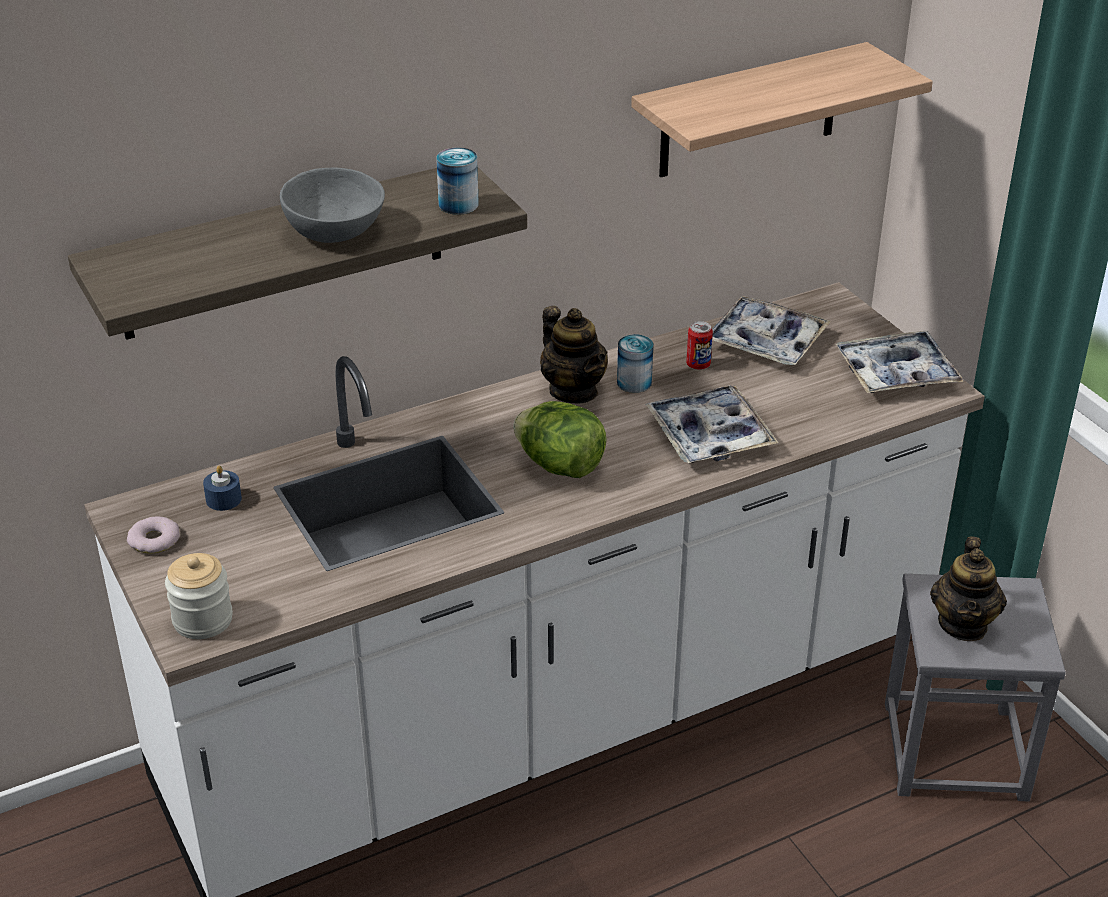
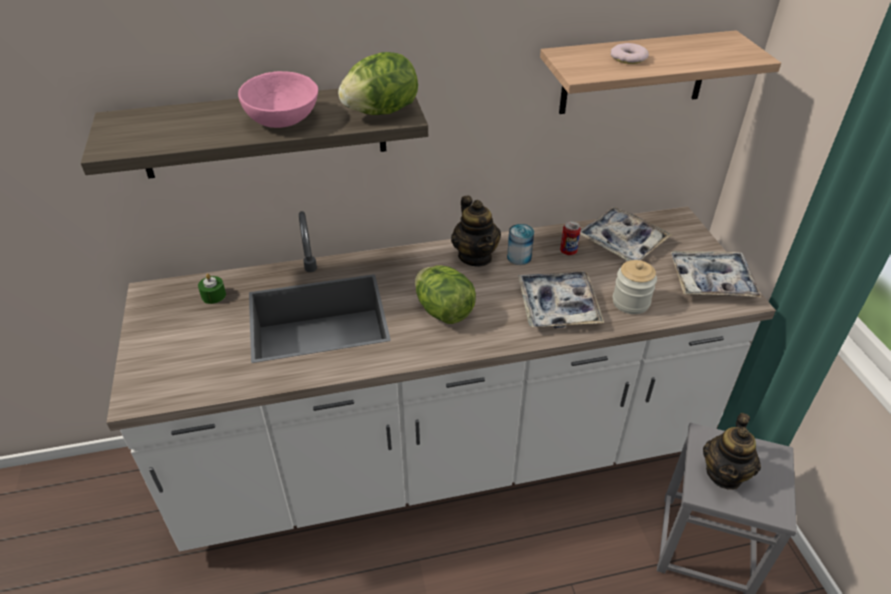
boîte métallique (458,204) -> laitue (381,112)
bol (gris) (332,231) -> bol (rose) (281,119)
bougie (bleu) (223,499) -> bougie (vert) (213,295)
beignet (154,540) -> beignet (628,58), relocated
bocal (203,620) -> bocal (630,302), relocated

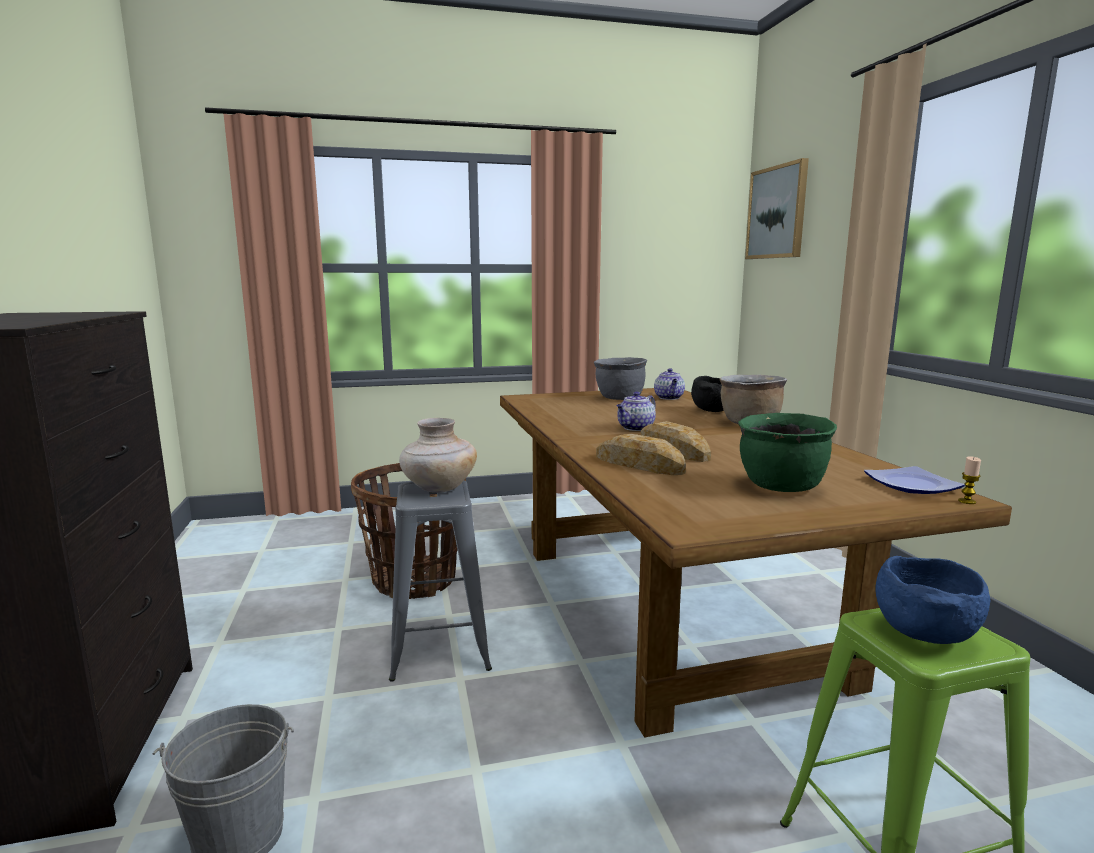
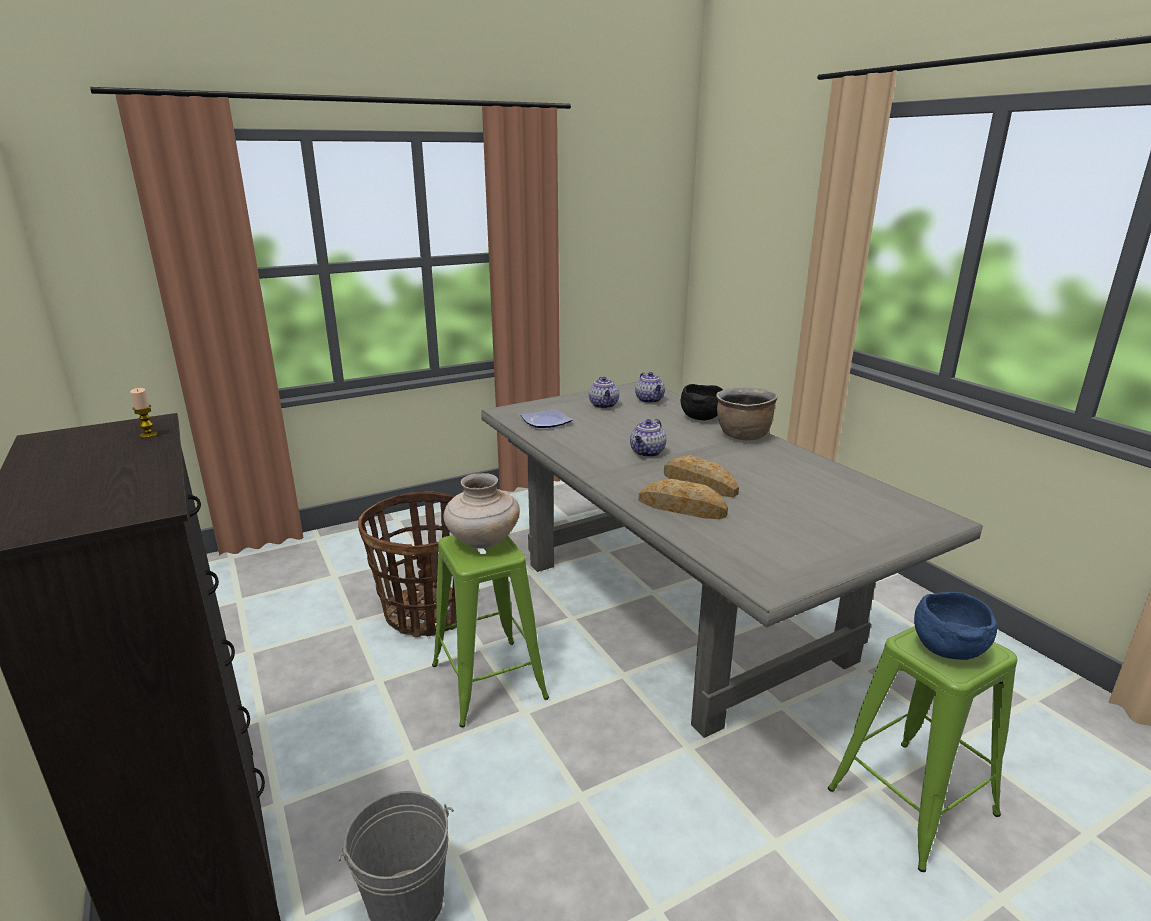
tableau (777,212) -> none
marmite (gris) (619,398) -> théière (604,405)
table à manger (marron) (669,610) -> table à manger (gris) (678,609)
marmite (vert) (781,487) -> none
bougie (967,501) -> bougie (148,435), relocated
assiette (909,485) -> assiette (545,422), relocated
tabouret (gris) (439,646) -> tabouret (vert) (488,682)

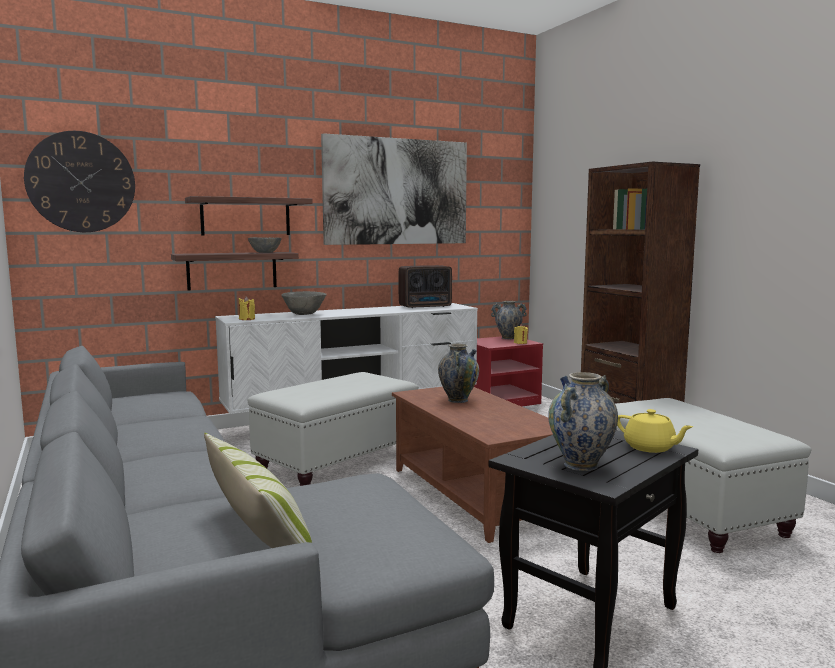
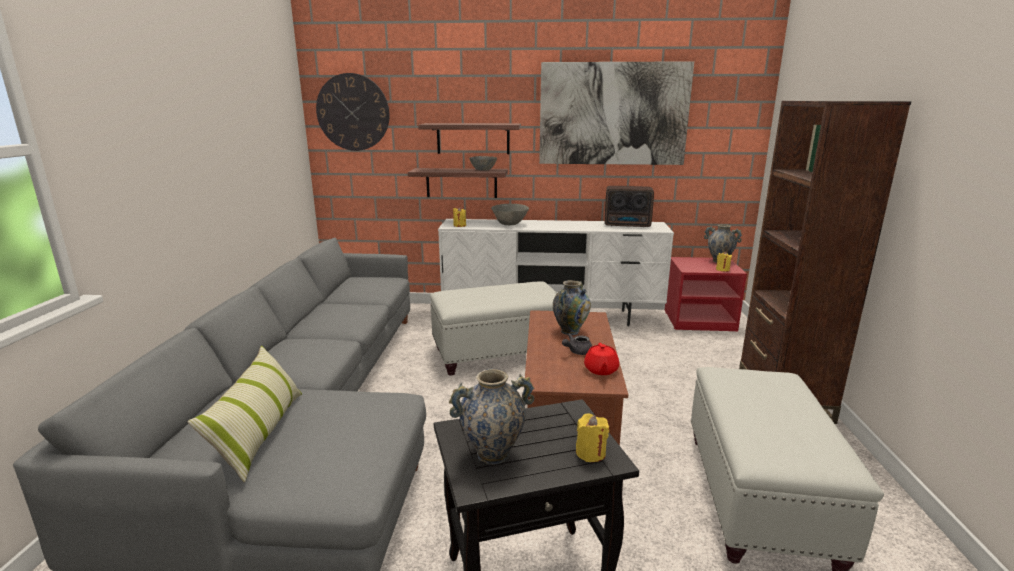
théière (jaune) (650,448) -> bougie (jaune) (590,453)
none -> théière (gris) (577,352)
none -> théière (rouge) (601,370)

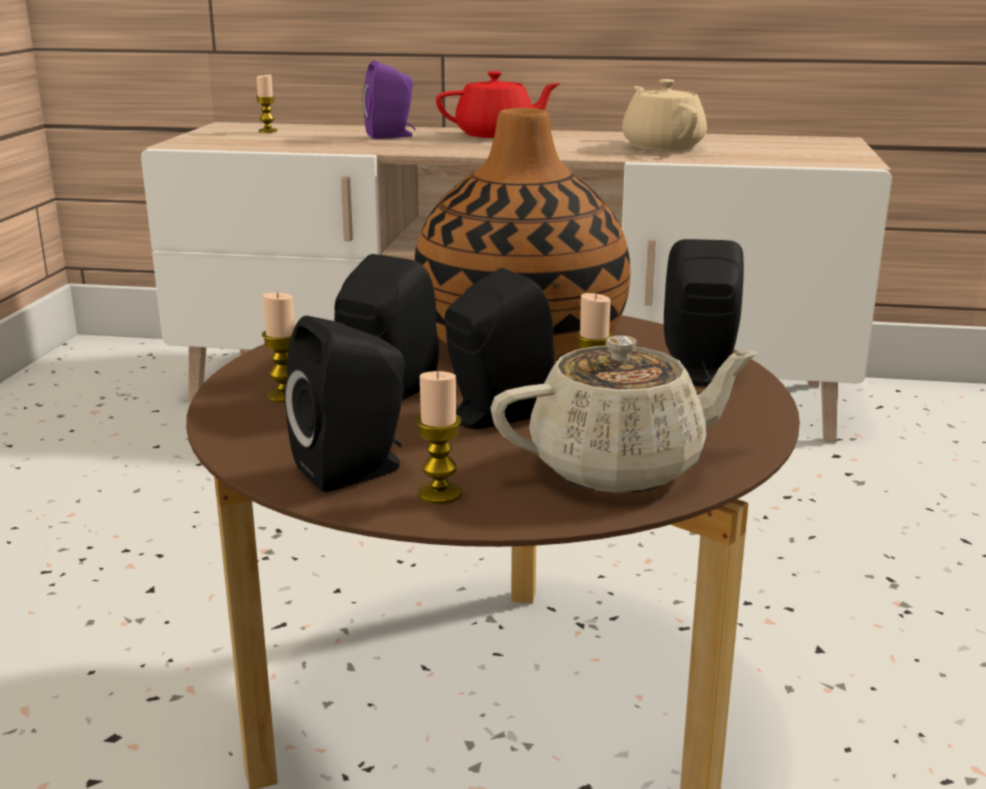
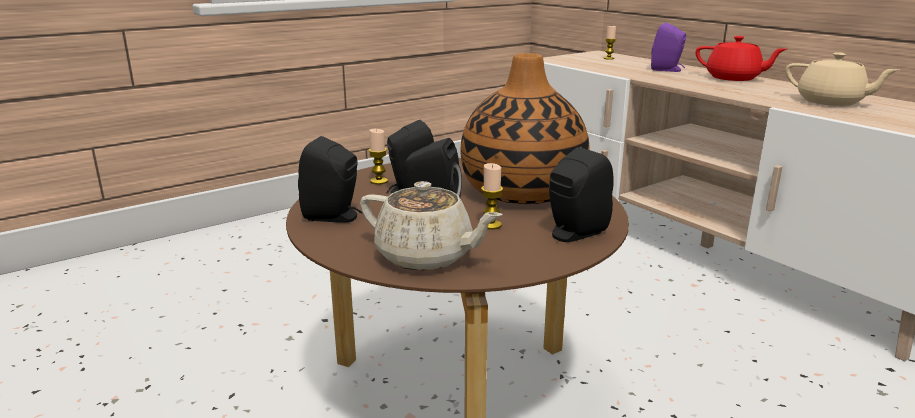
théière (beige) (662,146) -> théière (beige) (831,102), 105 degrees clockwise
bougie (440,494) -> none

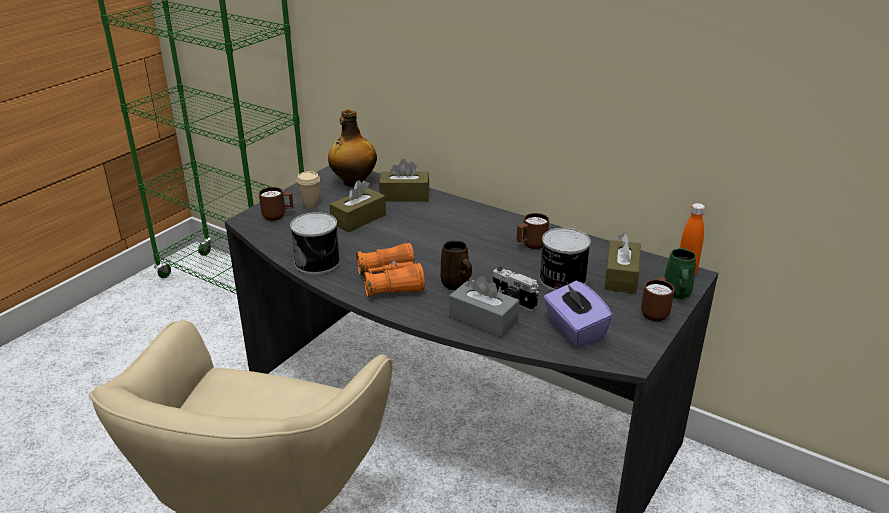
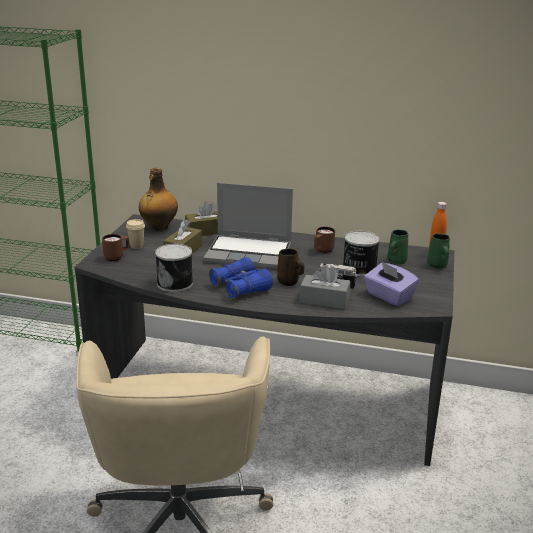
boîte à mouchoirs (marron) (621,276) -> mug (vert) (396,261)
jumelles (orange) (390,281) -> jumelles (bleu) (240,287)
mug (marron) (655,312) -> none
none -> ordinateur portable (250,253)

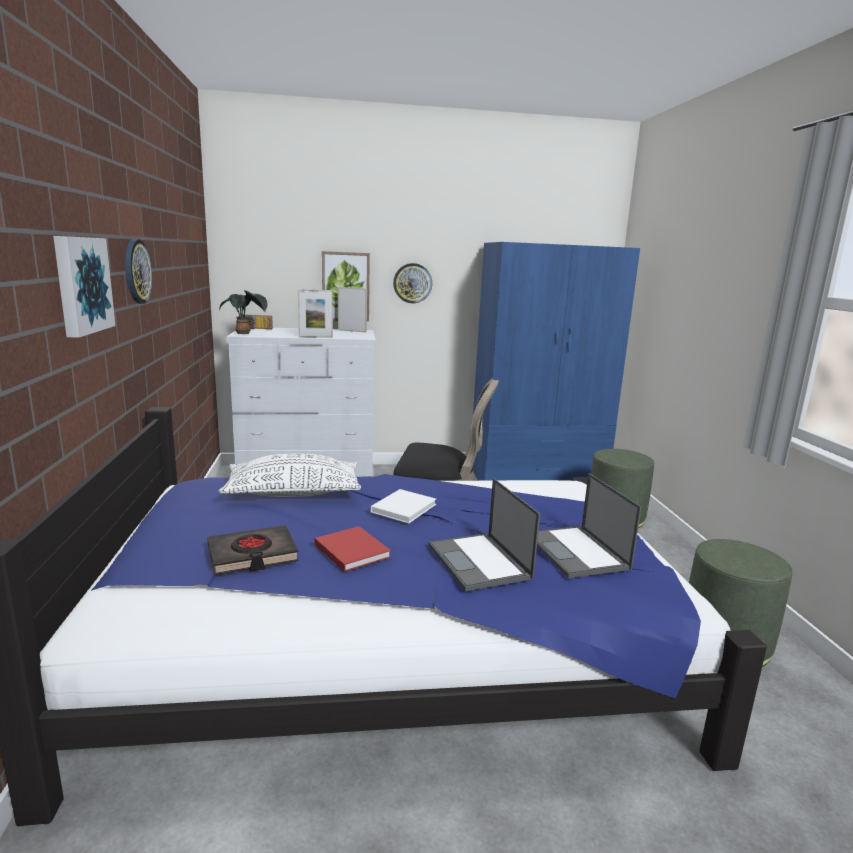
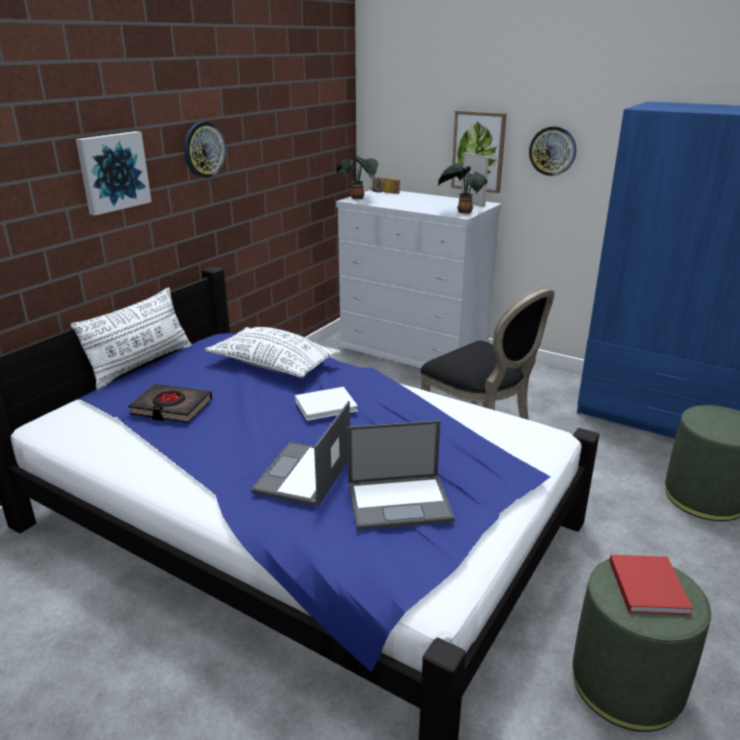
cadre photo (315,337) -> none
ordinateur portable (577,552) -> ordinateur portable (400,501), 120 degrees counterclockwise
livre (rouge) (351,550) -> livre (rouge) (647,584), relocated
none -> plante en pot (462,212)
none -> coussin (blanc) (141,364)

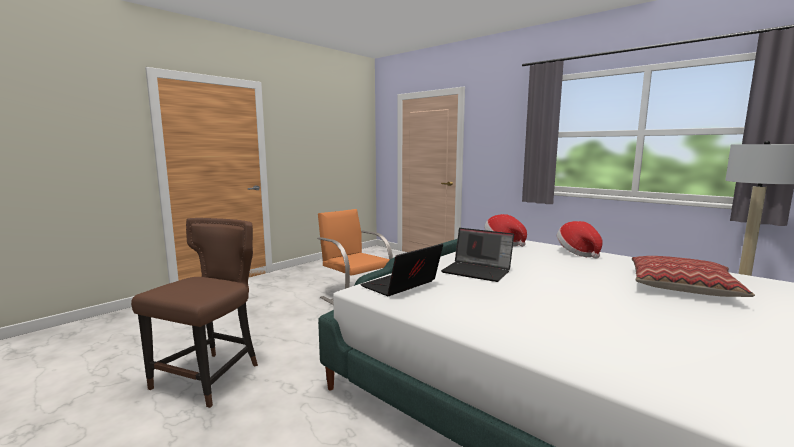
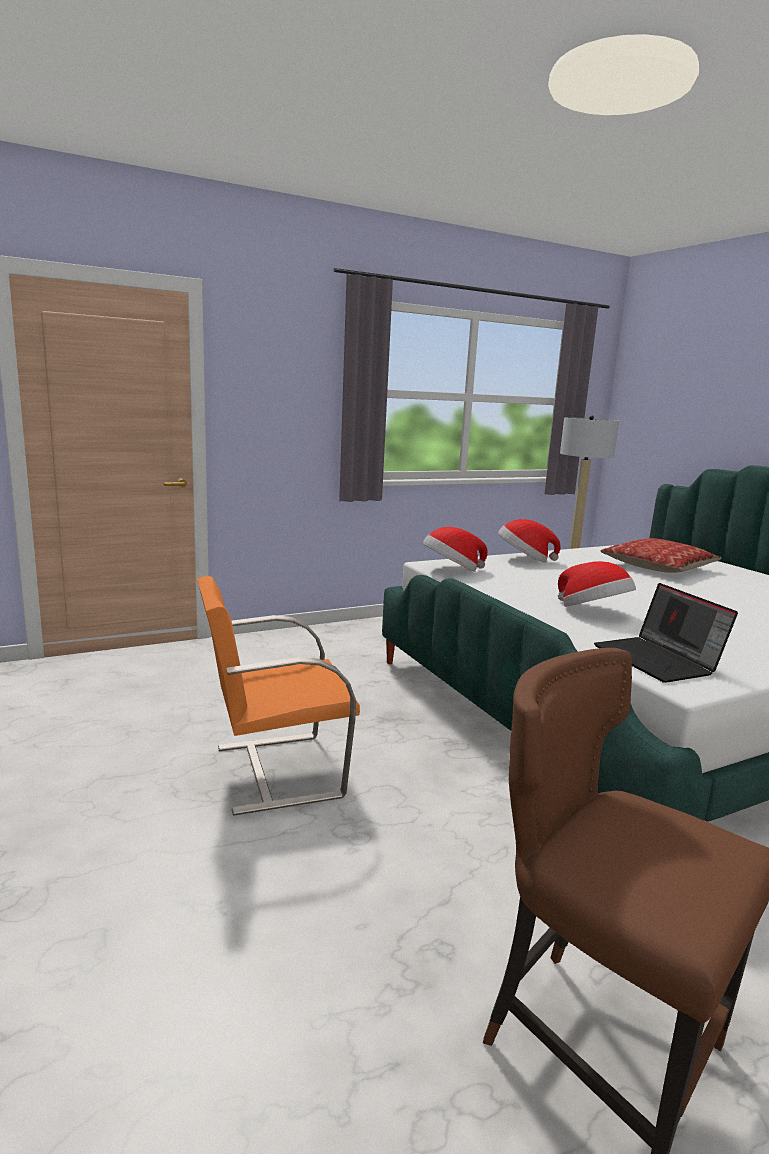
ordinateur portable (478,271) -> chapeau (593,612)

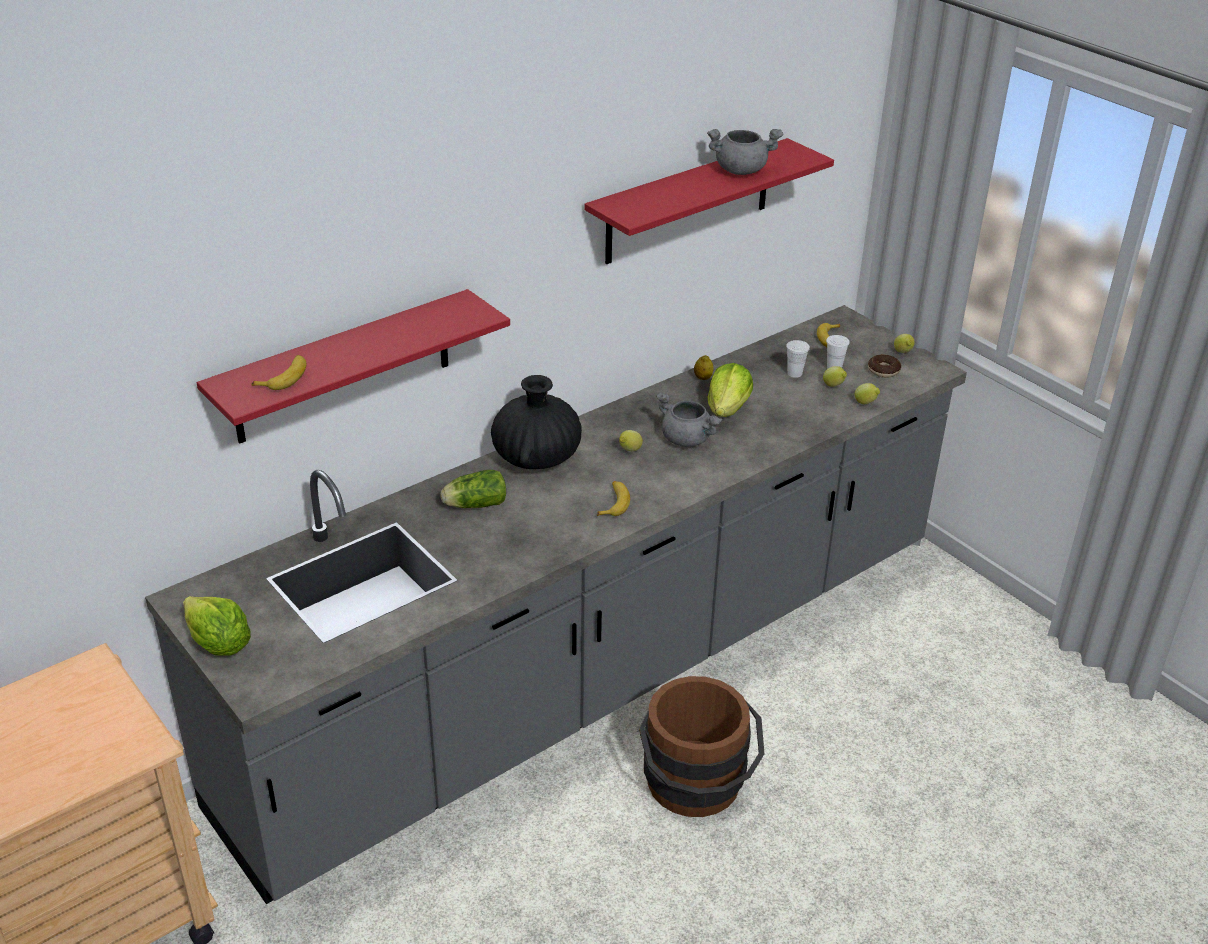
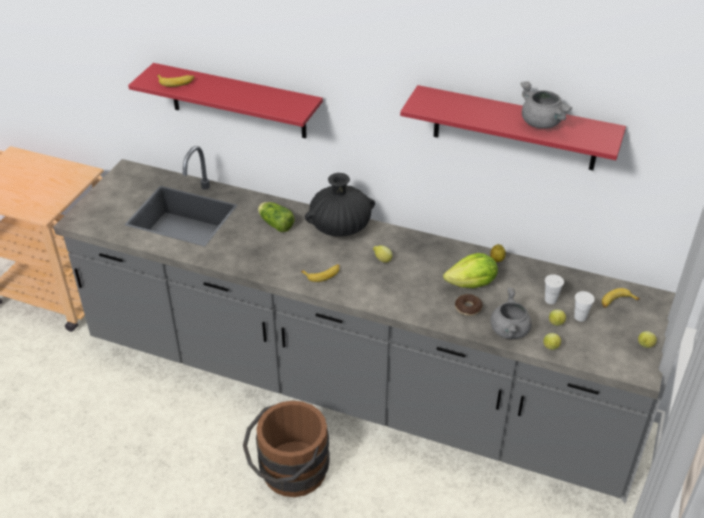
beignet (883,371) -> beignet (468,308), relocated
marmite (gris) (687,439) -> marmite (gris) (510,331), relocated
laitue (219,645) -> none

